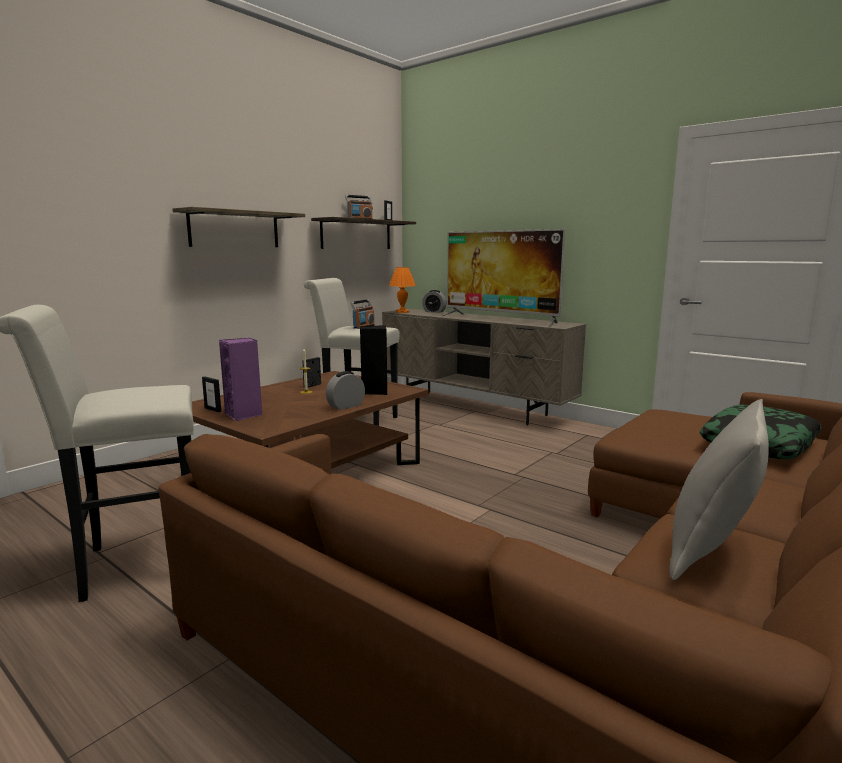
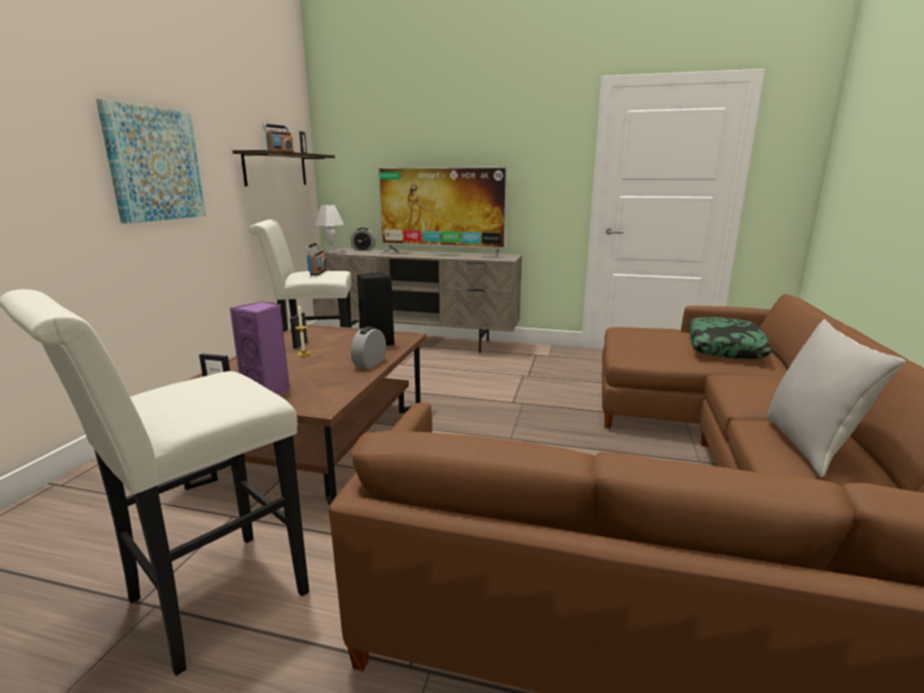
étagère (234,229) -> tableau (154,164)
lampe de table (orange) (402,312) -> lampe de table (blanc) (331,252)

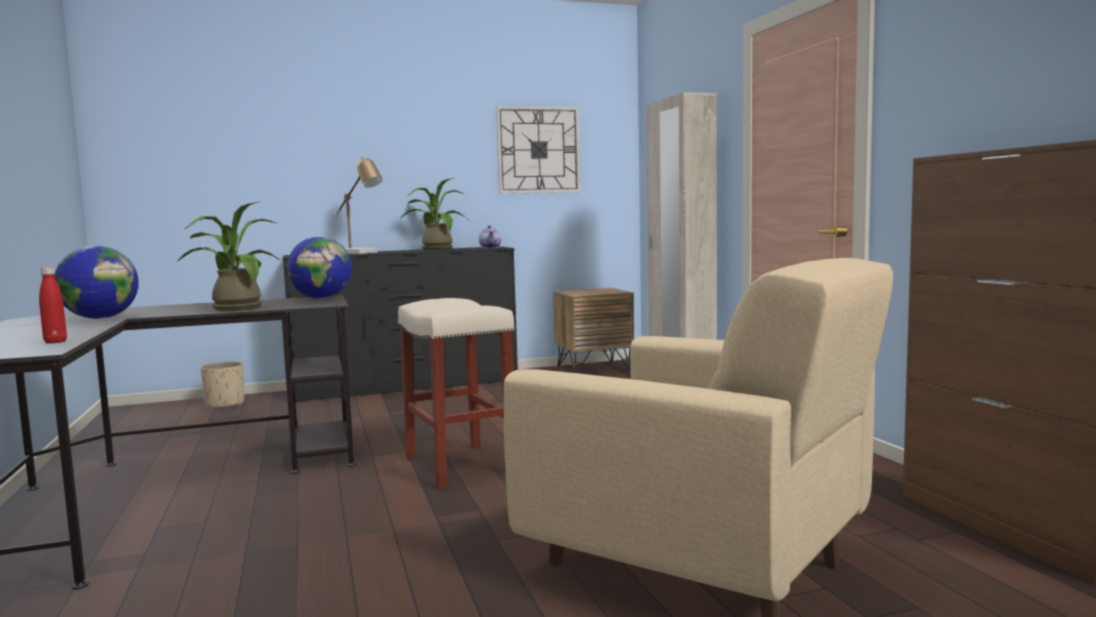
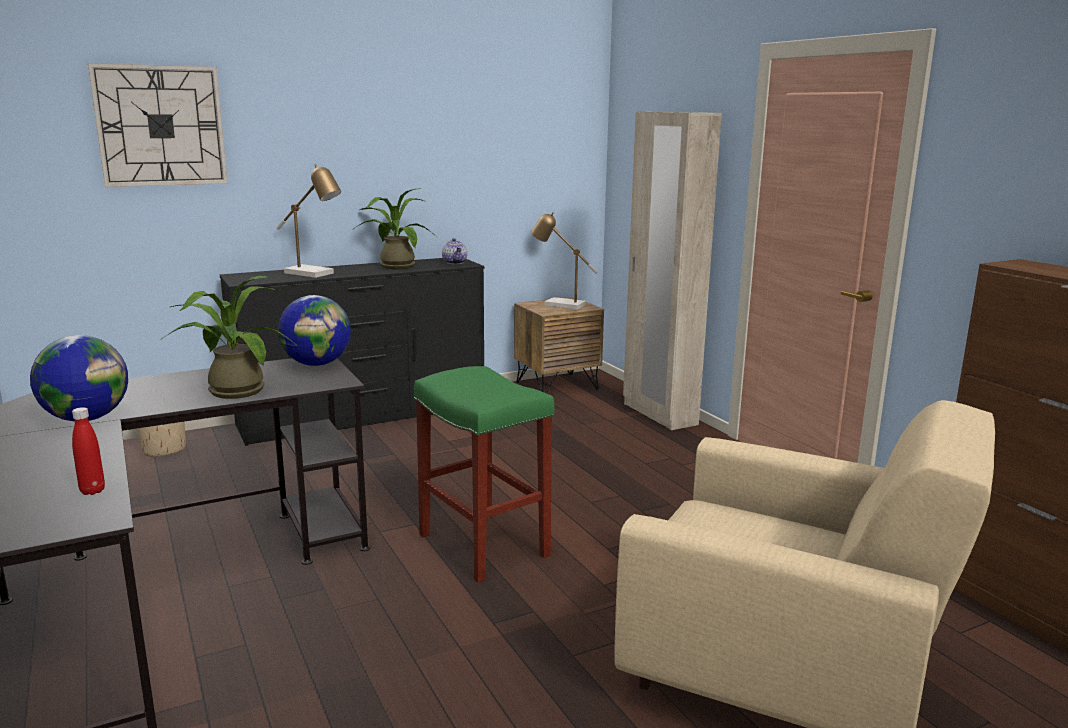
horloge murale (538,150) -> horloge murale (160,126), relocated
tabouret (beige) (461,466) -> tabouret (vert) (485,545)
none -> lampe de table (559,305)

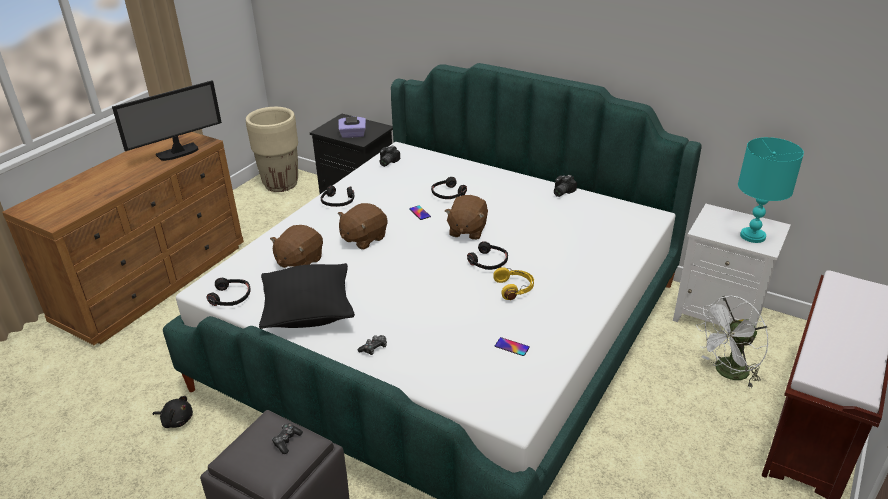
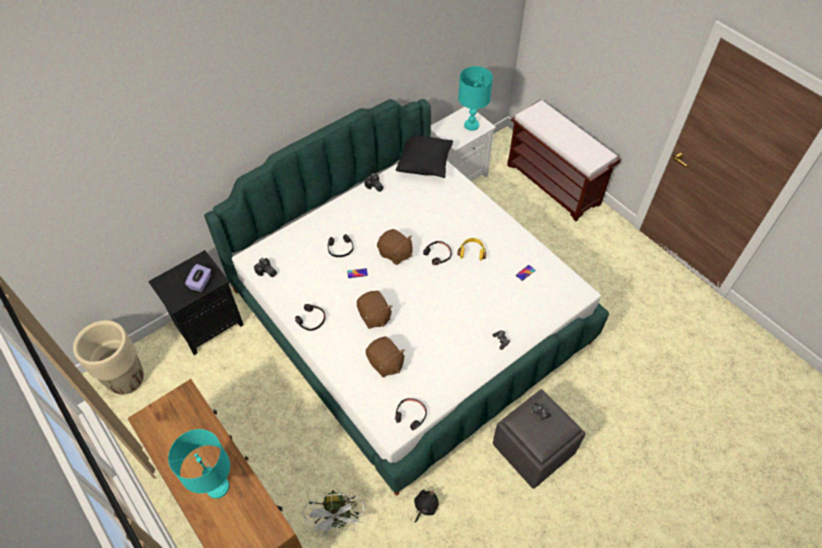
écran d'ordinateur (178,153) -> none
coussin (noir) (309,314) -> coussin (noir) (424,165), relocated
ventilateur (blanc) (727,373) -> ventilateur (blanc) (339,521), relocated
none -> lampe de table (turquoise) (217,487)

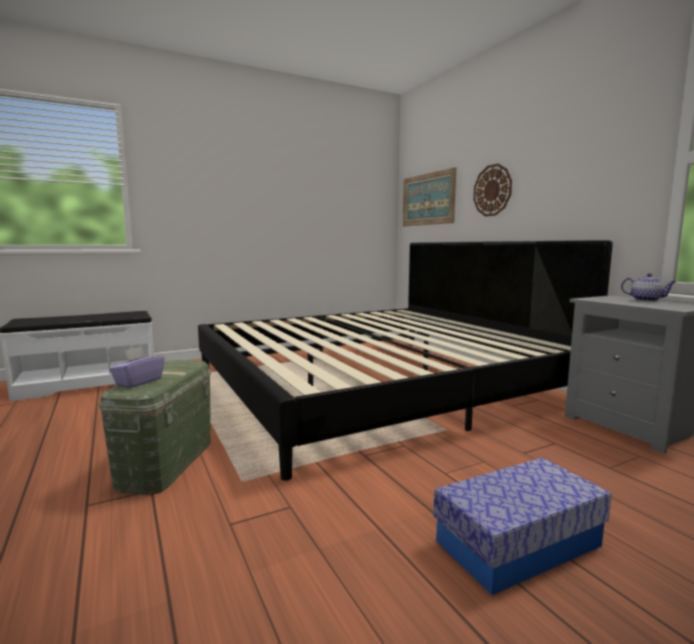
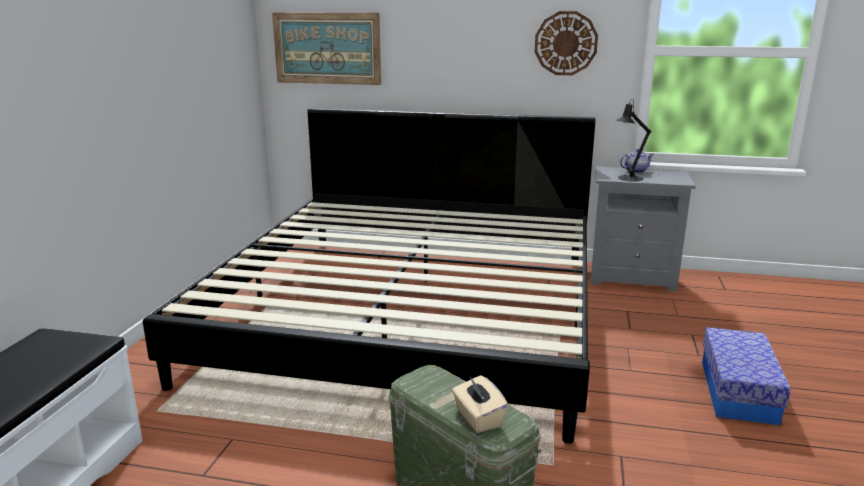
horloge murale (492,190) -> horloge murale (565,43), relocated
boîte à mouchoirs (violet) (138,382) -> boîte à mouchoirs (beige) (478,418)
none -> lampe de table (noir) (628,178)

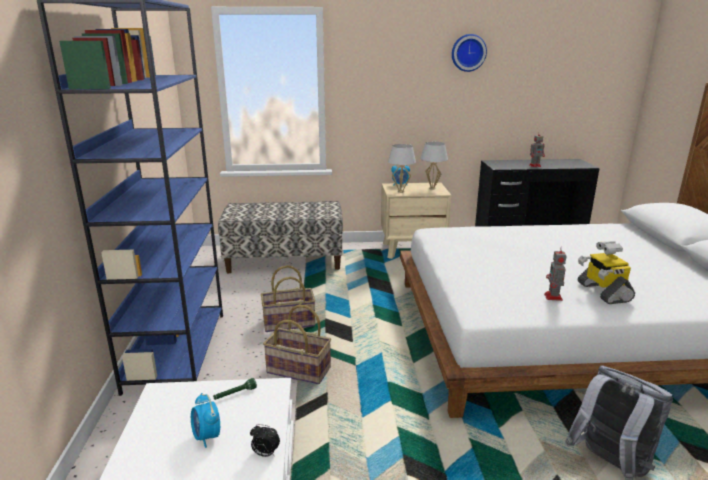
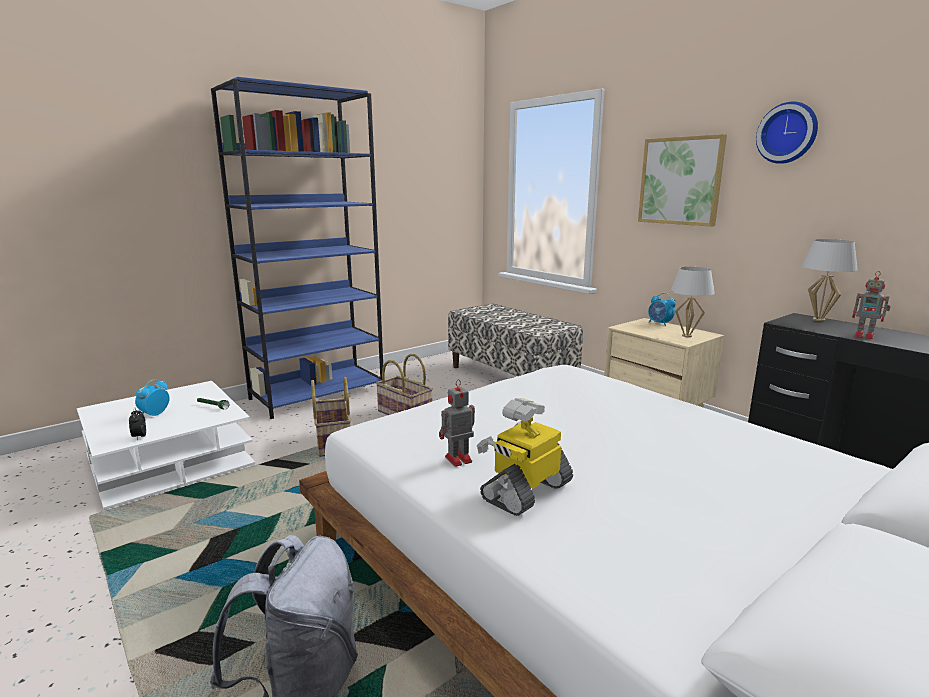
lampe de table (blanc) (400,191) -> lampe de table (blanc) (819,320), relocated
none -> tableau (680,181)

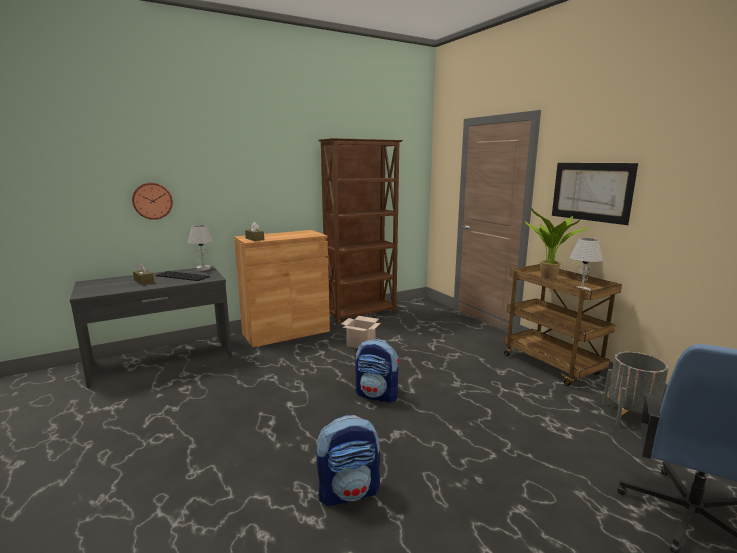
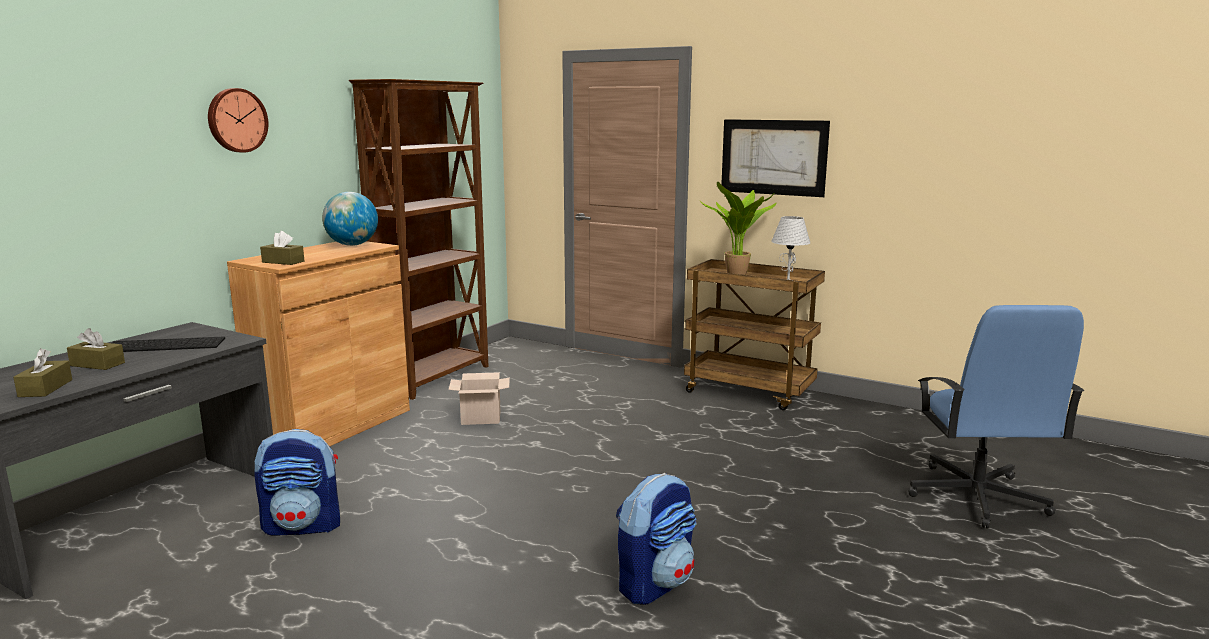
horloge murale (152,201) -> horloge murale (236,120), relocated
lampe de table (blanc) (203,269) -> none
sac à dos (377,395) -> sac à dos (304,526), relocated
cache-pot (gris) (630,417) -> none
none -> globe (352,245)
none -> boîte à mouchoirs (marron) (45,388)

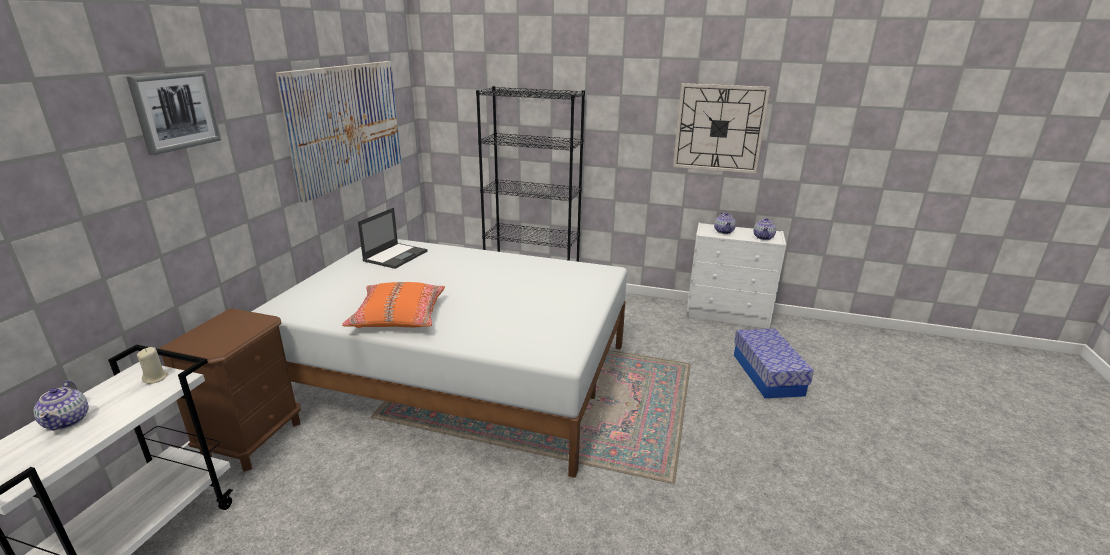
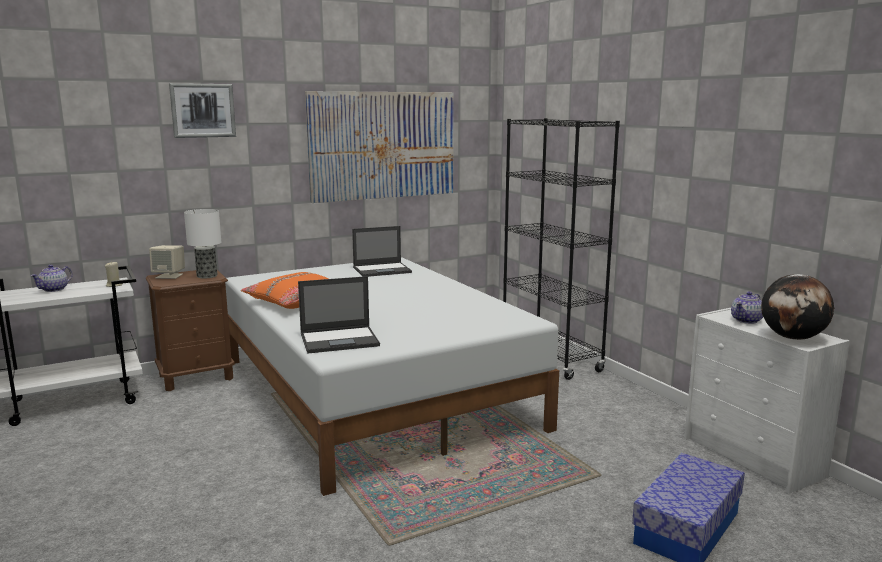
horloge murale (719,128) -> none
théière (763,237) -> globe (793,338)
none -> lampe de table (206,276)
none -> enceinte (beige) (169,276)
none -> ordinateur portable (340,340)

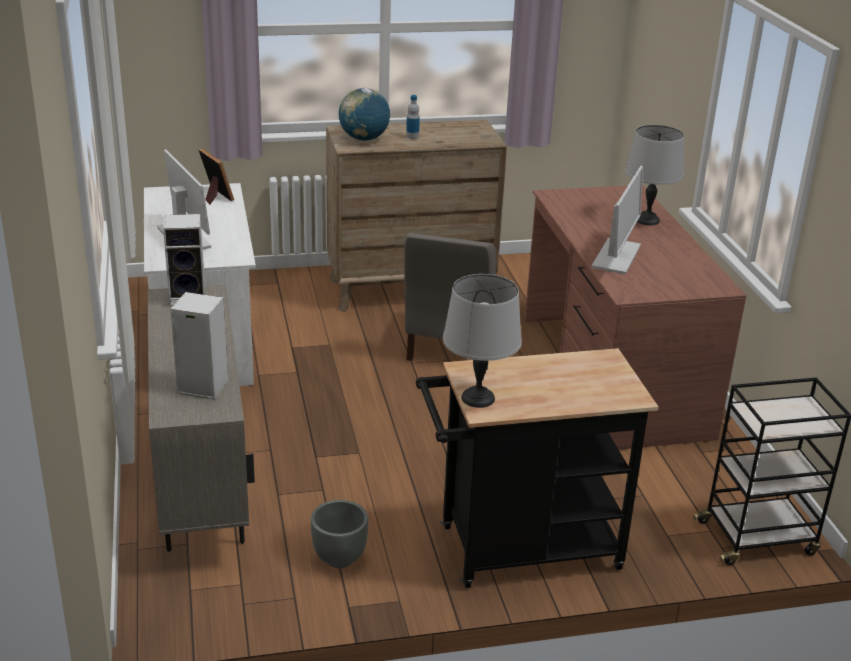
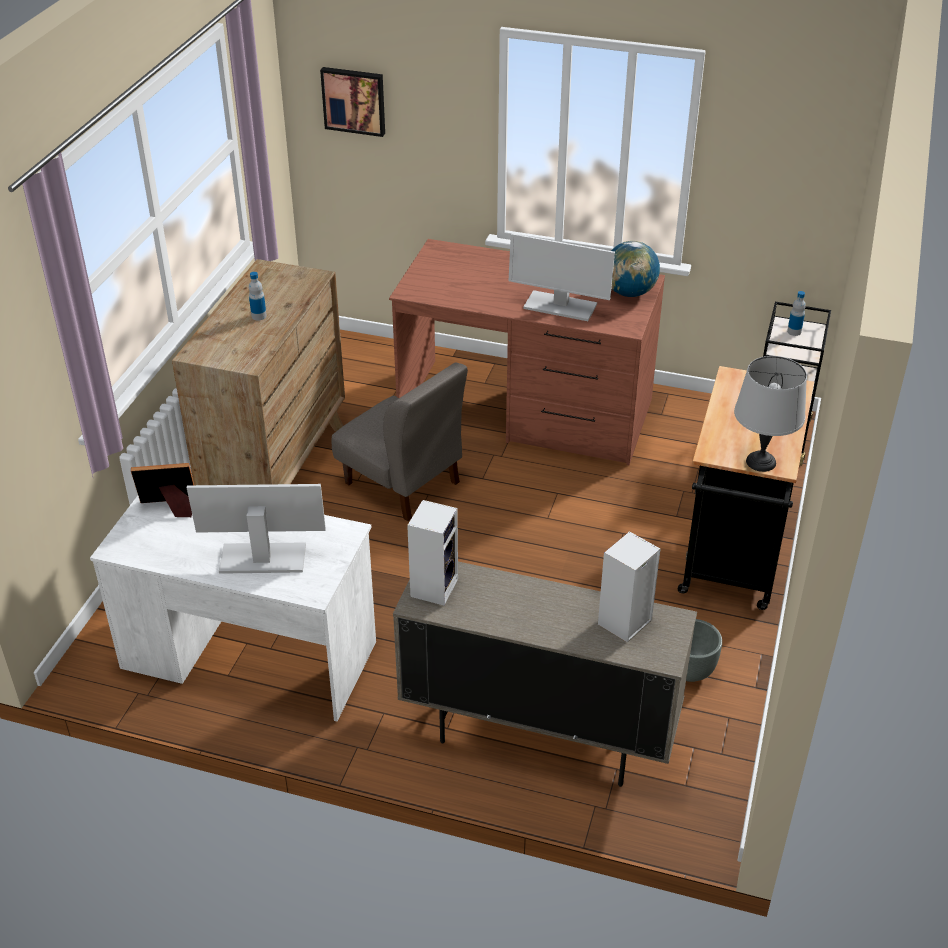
globe (364,139) -> globe (629,293), relocated
lampe de table (gris) (646,220) -> none
écran d'ordinateur (616,257) -> écran d'ordinateur (559,306), 150 degrees clockwise
none -> tableau (354,100)
none -> bouteille (794,332)

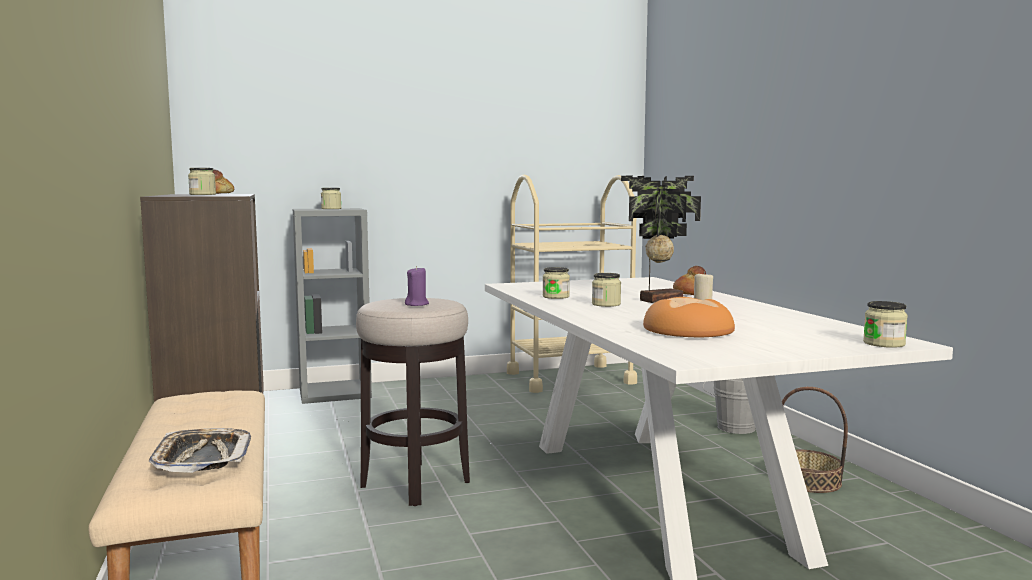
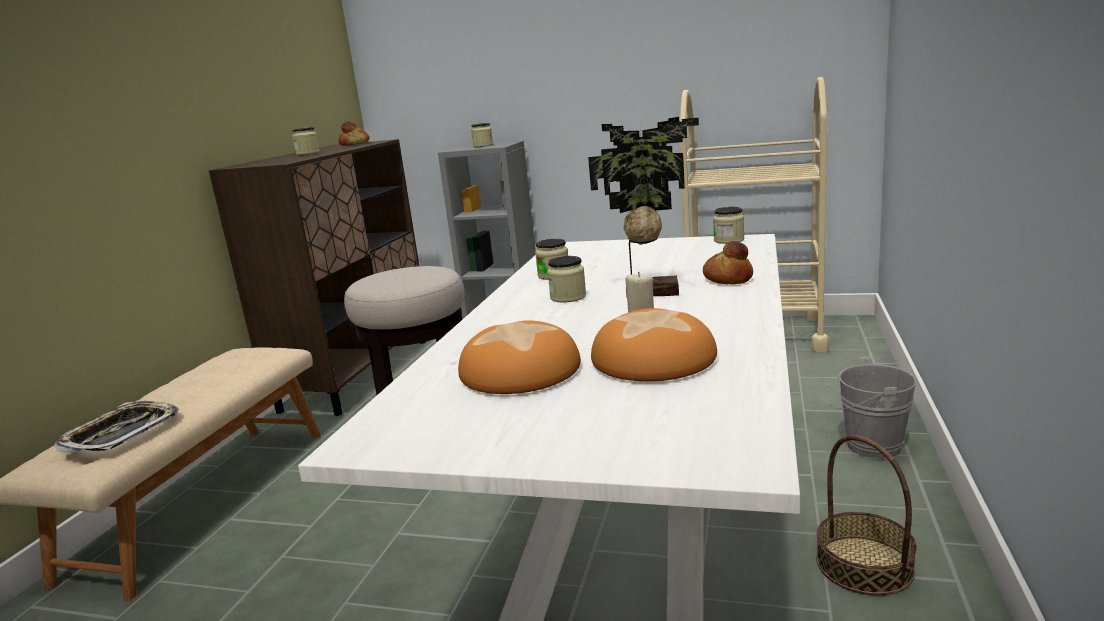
bougie (violet) (417,304) -> none
bocal (884,343) -> bocal (729,240), relocated
none -> pain (652,359)

